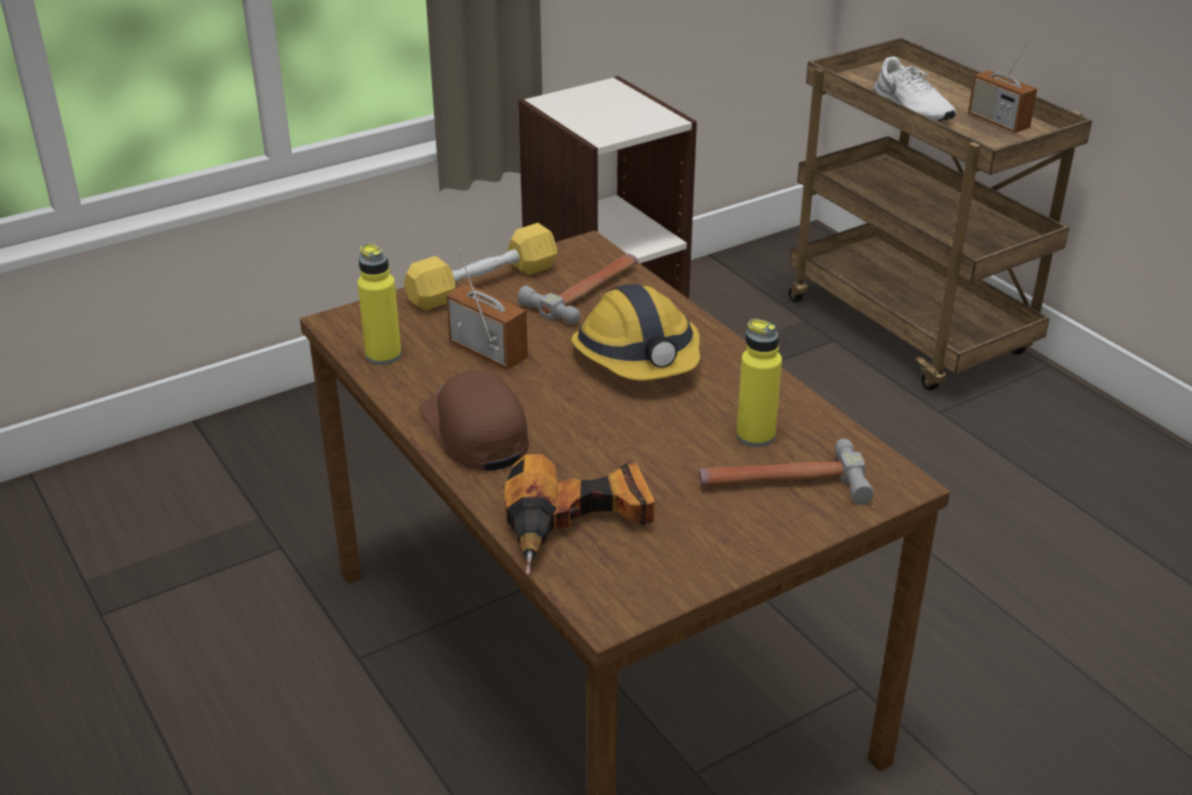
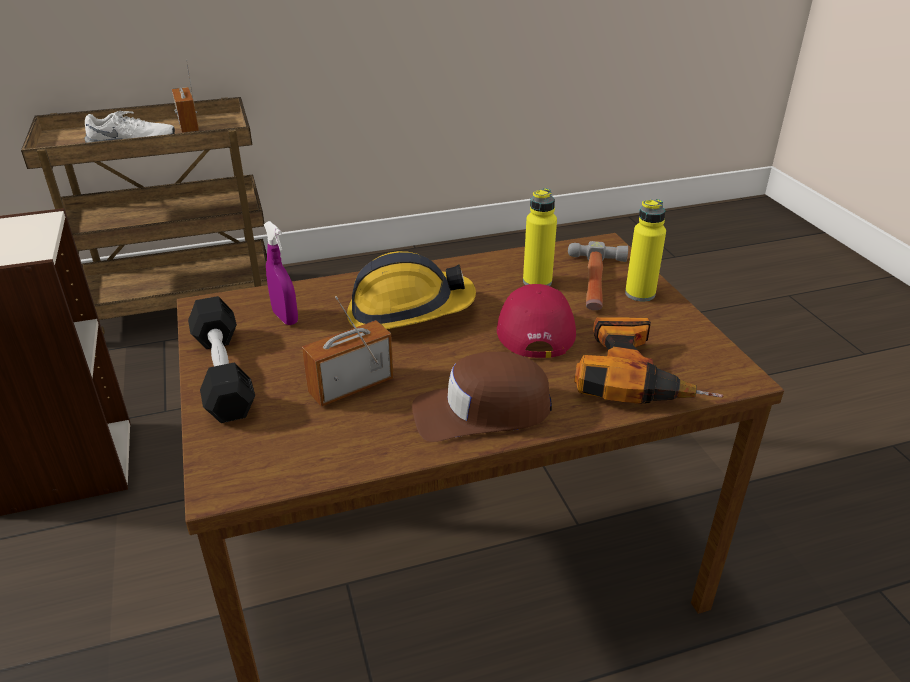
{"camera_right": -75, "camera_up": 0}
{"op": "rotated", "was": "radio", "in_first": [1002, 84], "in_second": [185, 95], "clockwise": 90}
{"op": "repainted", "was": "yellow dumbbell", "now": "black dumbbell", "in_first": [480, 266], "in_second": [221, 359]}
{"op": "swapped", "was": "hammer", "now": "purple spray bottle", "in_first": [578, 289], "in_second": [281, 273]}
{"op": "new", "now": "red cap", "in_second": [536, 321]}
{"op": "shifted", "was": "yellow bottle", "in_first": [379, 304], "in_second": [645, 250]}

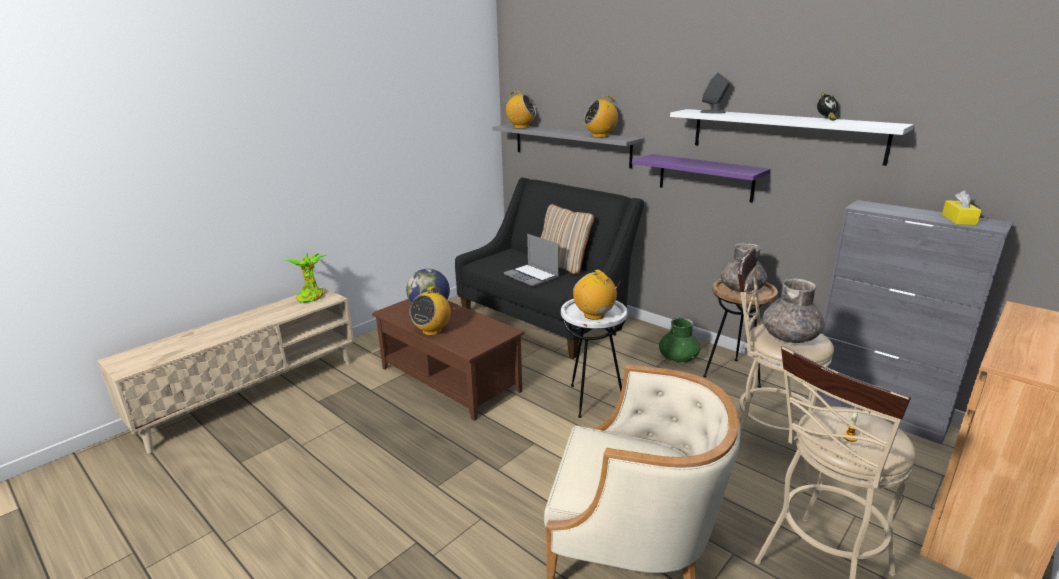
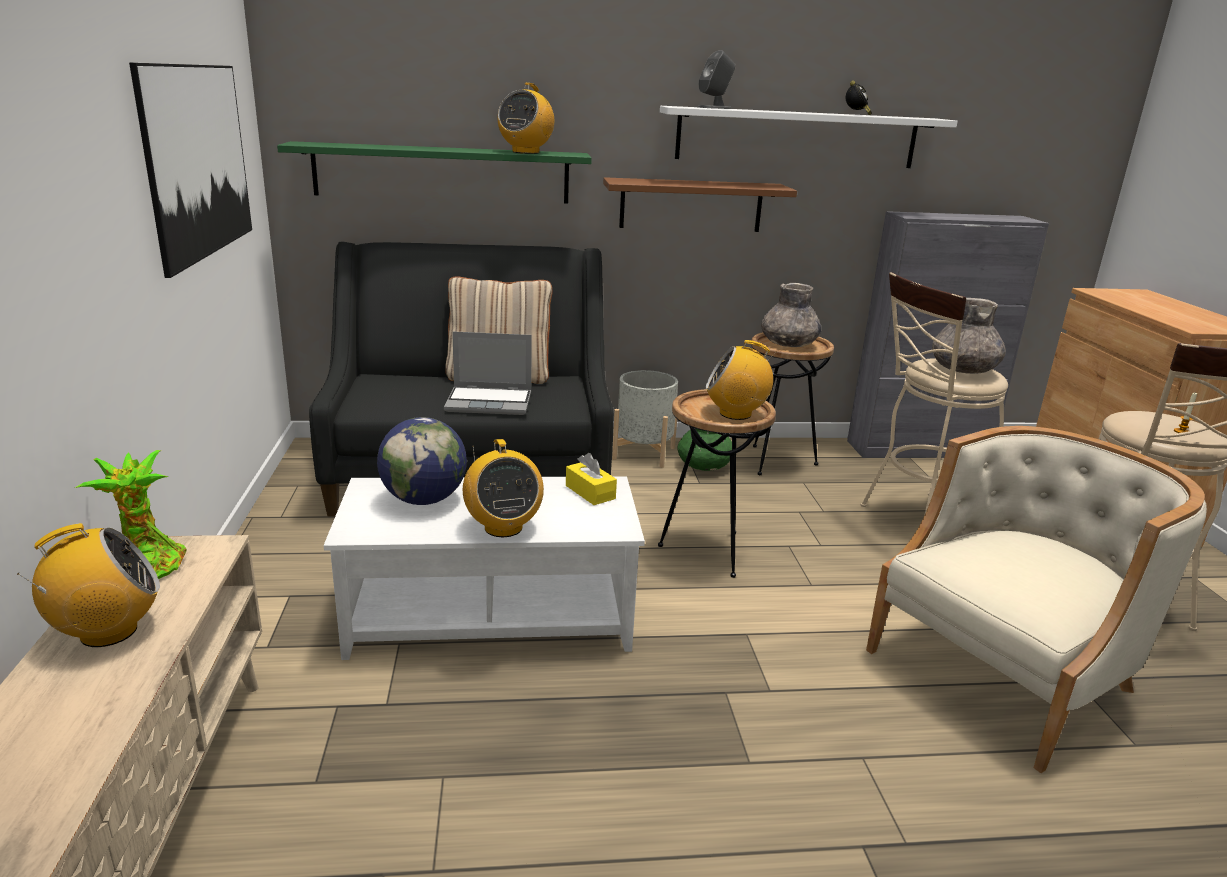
{"camera_right": -50, "camera_up": 0}
{"op": "shifted", "was": "radio", "in_first": [519, 110], "in_second": [88, 585]}
{"op": "new", "now": "picture", "in_second": [190, 170]}
{"op": "repainted", "was": "grey shelf", "now": "green shelf", "in_first": [567, 146], "in_second": [434, 172]}
{"op": "repainted", "was": "brown coffee table", "now": "white coffee table", "in_first": [448, 360], "in_second": [484, 568]}
{"op": "shifted", "was": "yellow tissue box", "in_first": [962, 207], "in_second": [591, 479]}
{"op": "repainted", "was": "purple shelf", "now": "brown shelf", "in_first": [701, 178], "in_second": [700, 204]}
{"op": "new", "now": "grey planter", "in_second": [645, 419]}
{"op": "repainted", "was": "white side table", "now": "brown side table", "in_first": [594, 358], "in_second": [717, 483]}

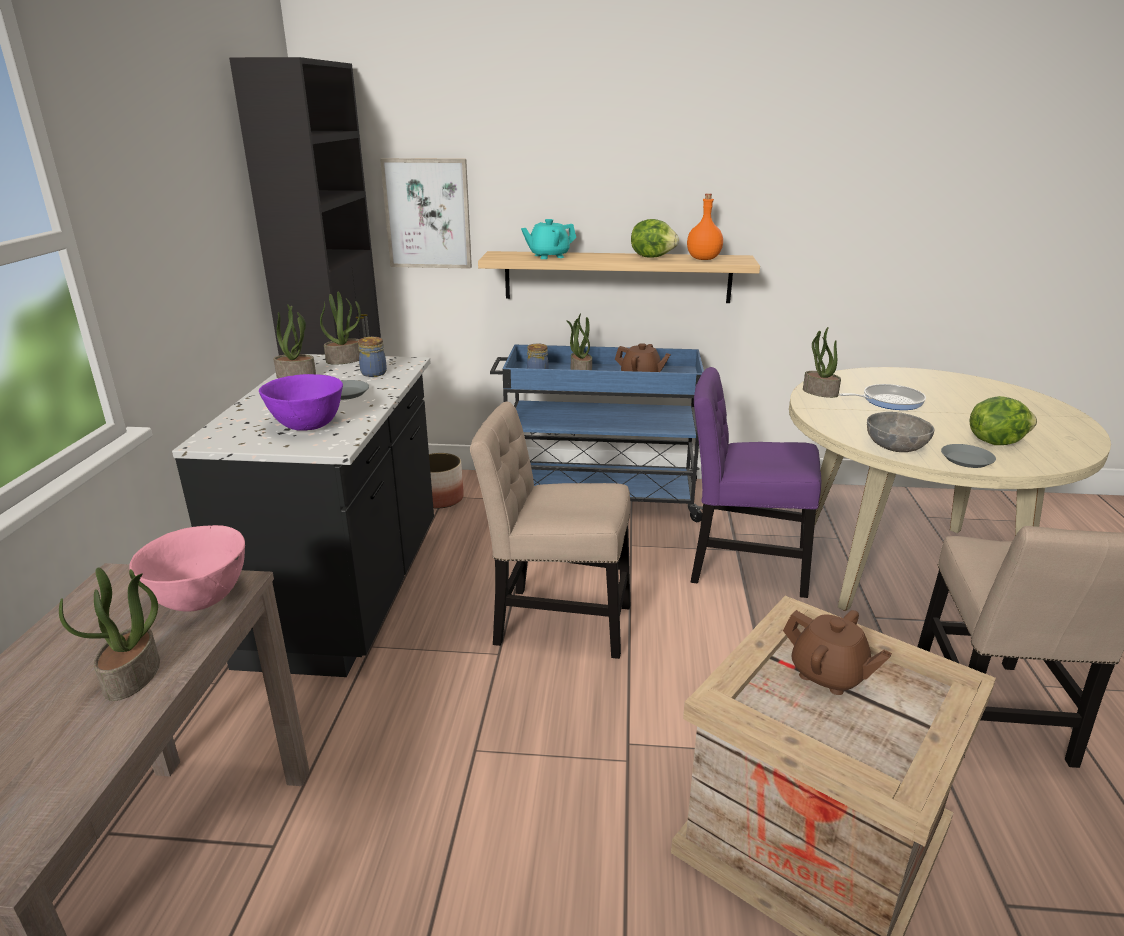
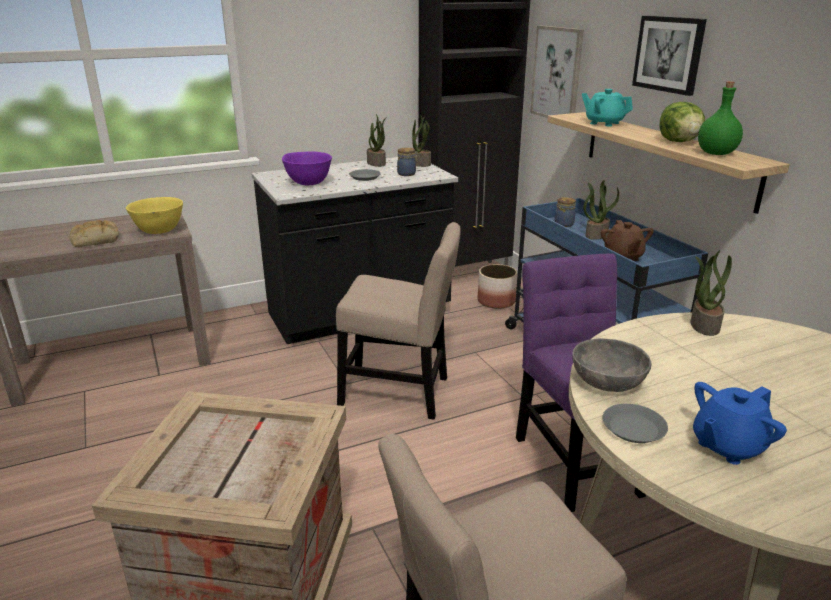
{"camera_right": 60, "camera_up": 0}
{"op": "swapped", "was": "potted plant", "now": "bread", "in_first": [109, 634], "in_second": [94, 233]}
{"op": "repainted", "was": "pink bowl", "now": "yellow bowl", "in_first": [187, 568], "in_second": [154, 215]}
{"op": "rotated", "was": "beige chair", "in_first": [550, 530], "in_second": [398, 321], "clockwise": 120}
{"op": "new", "now": "picture", "in_second": [669, 56]}
{"op": "swapped", "was": "lettuce", "now": "blue teapot", "in_first": [1003, 420], "in_second": [740, 423]}
{"op": "repainted", "was": "orange bottle", "now": "green bottle", "in_first": [705, 227], "in_second": [720, 118]}
{"op": "gone", "was": "brown teapot", "in_first": [837, 652]}
{"op": "gone", "was": "frying pan", "in_first": [882, 397]}

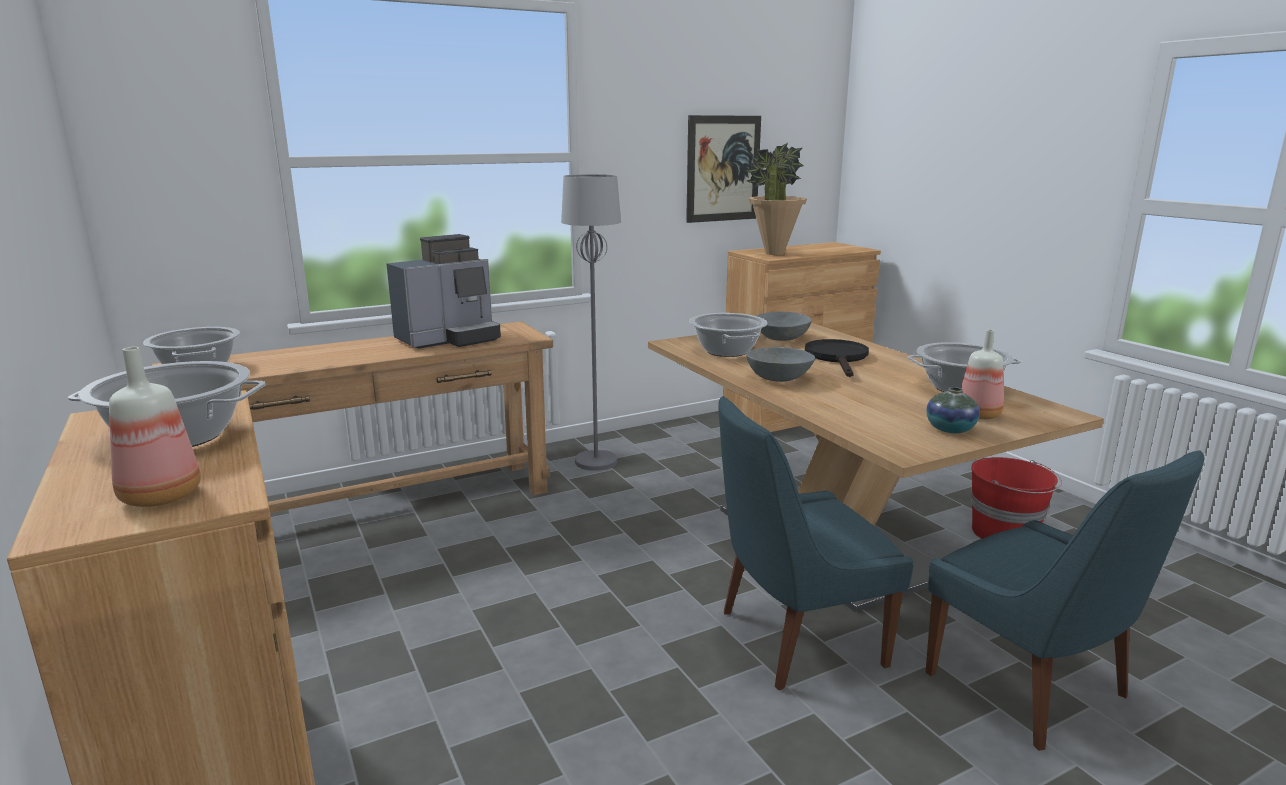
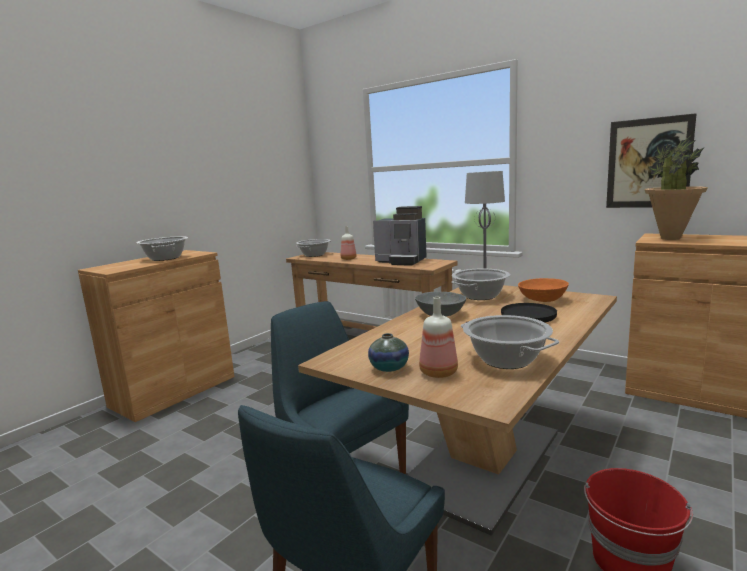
{"camera_right": 65, "camera_up": -5}
{"op": "shifted", "was": "bottle", "in_first": [155, 427], "in_second": [348, 243]}
{"op": "repainted", "was": "grey bowl", "now": "orange bowl", "in_first": [784, 326], "in_second": [543, 290]}

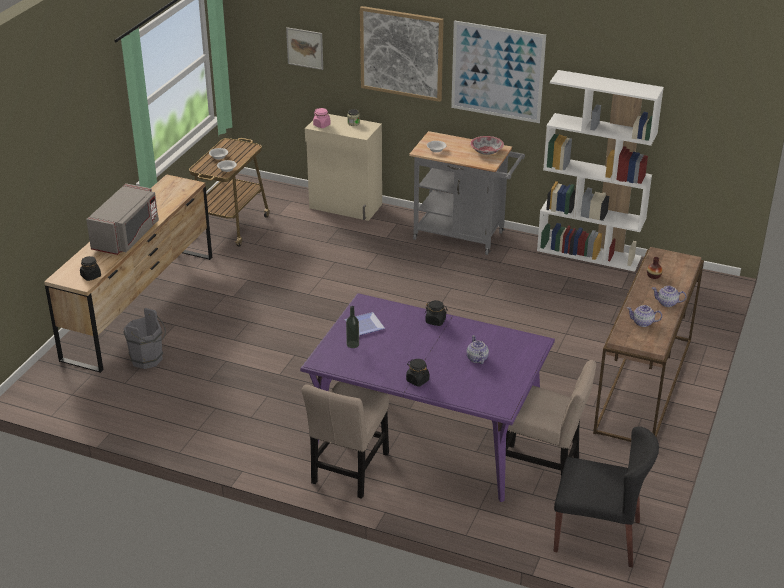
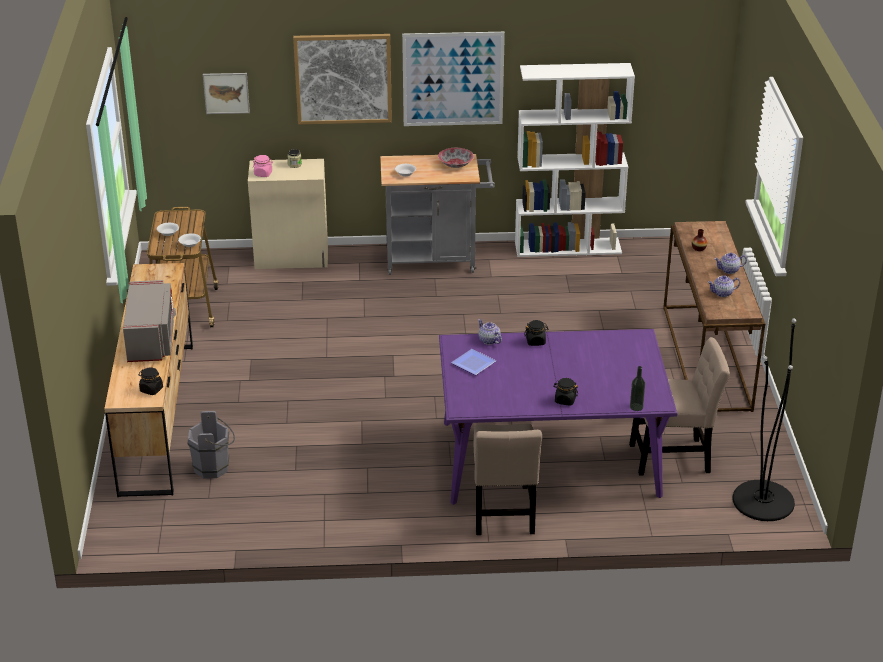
{"camera_right": -25, "camera_up": 0}
{"op": "shifted", "was": "teapot", "in_first": [477, 349], "in_second": [490, 332]}
{"op": "shifted", "was": "bottle", "in_first": [352, 327], "in_second": [637, 388]}
{"op": "swapped", "was": "black chair", "now": "black floor lamp", "in_first": [606, 497], "in_second": [764, 419]}

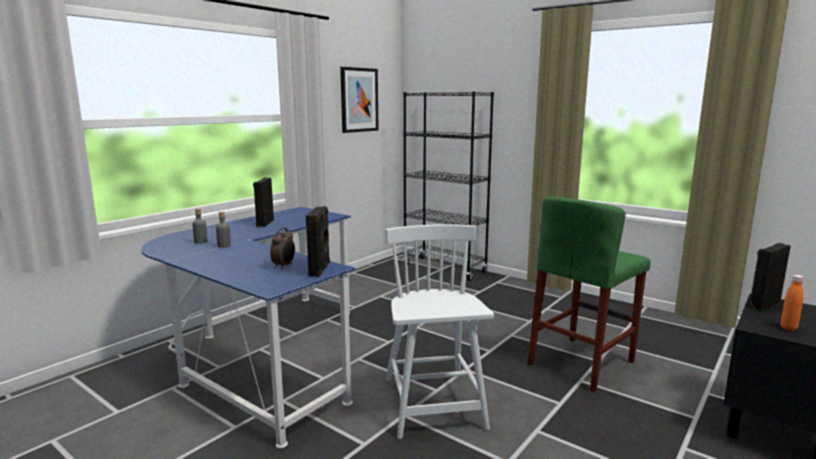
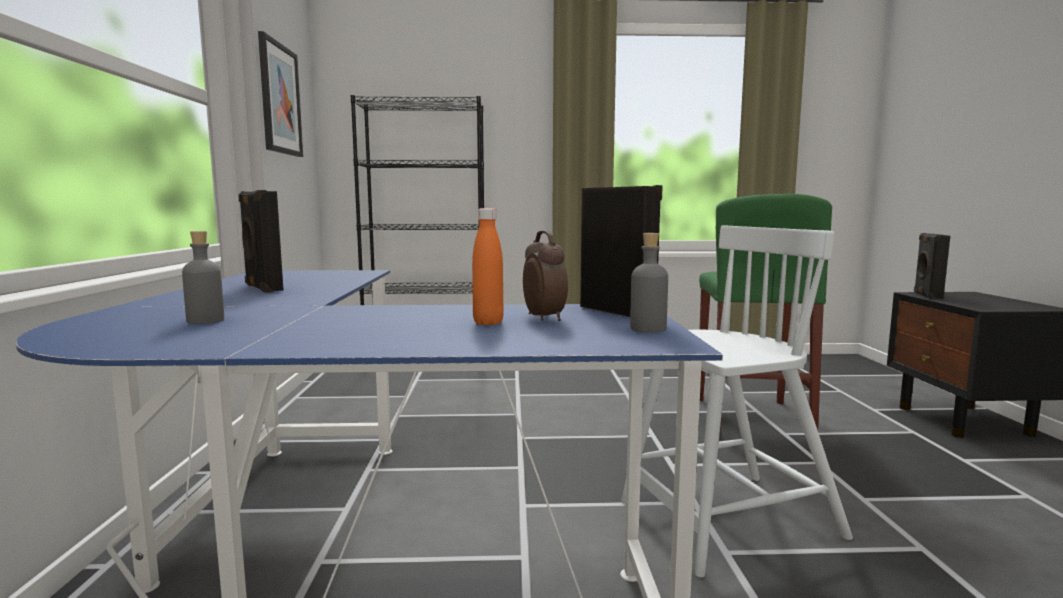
{"camera_right": -40, "camera_up": -5}
{"op": "shifted", "was": "orange bottle", "in_first": [792, 303], "in_second": [488, 266]}
{"op": "rotated", "was": "white chair", "in_first": [439, 331], "in_second": [737, 402], "clockwise": 120}
{"op": "shifted", "was": "grey bottle", "in_first": [223, 230], "in_second": [649, 283]}

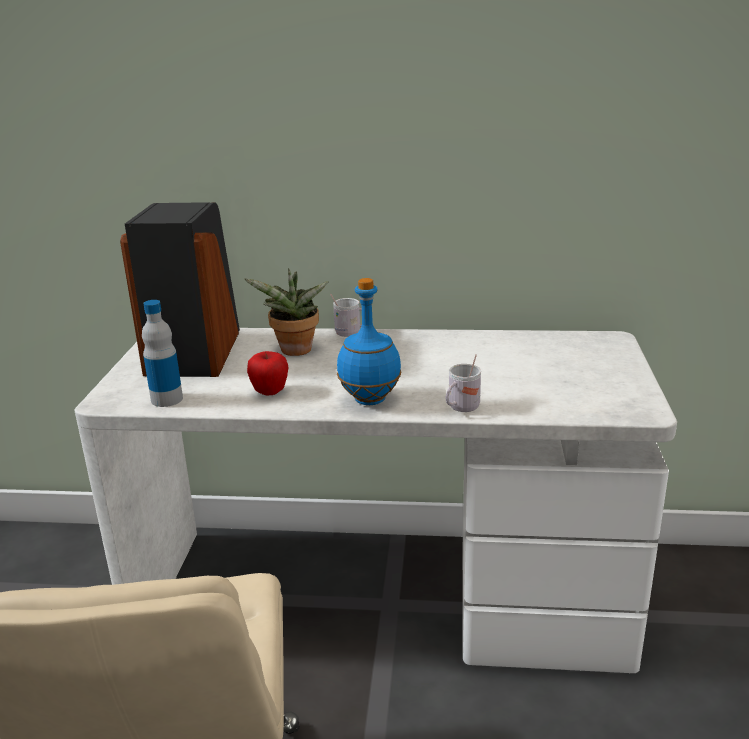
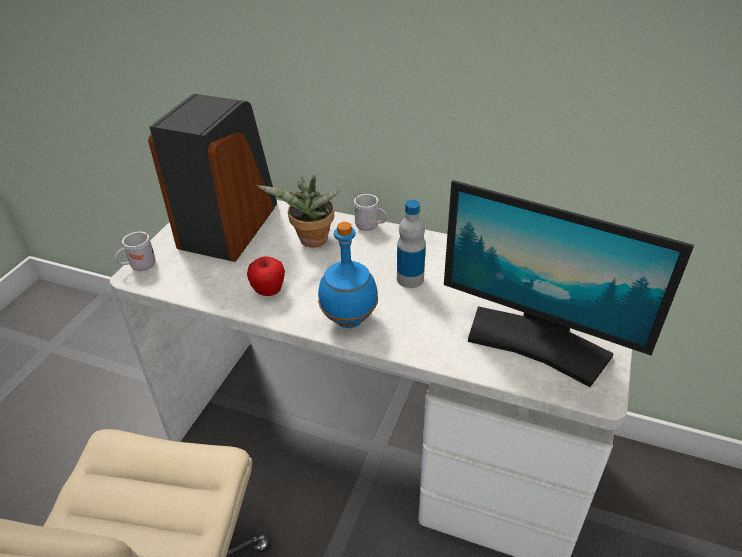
{"camera_right": 15, "camera_up": 15}
{"op": "shifted", "was": "white mug", "in_first": [463, 383], "in_second": [135, 249]}
{"op": "shifted", "was": "bottle", "in_first": [162, 353], "in_second": [411, 244]}
{"op": "new", "now": "monitor", "in_second": [569, 283]}

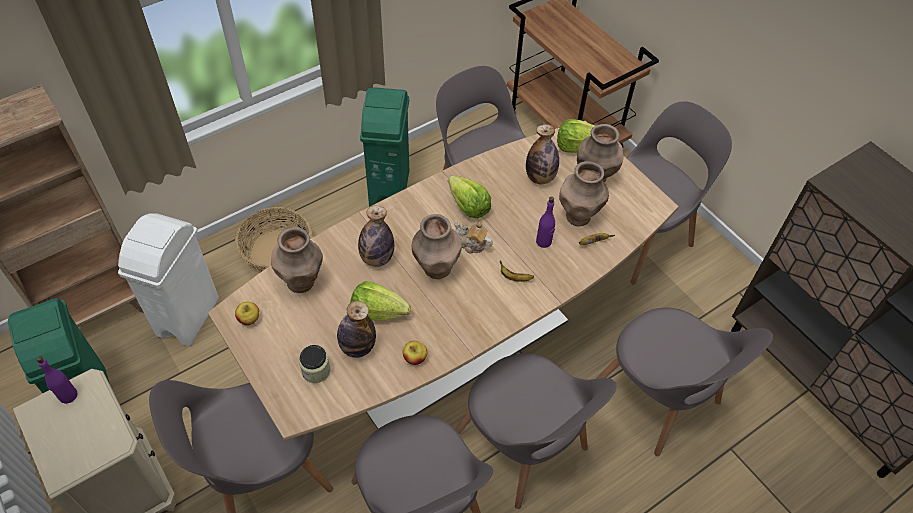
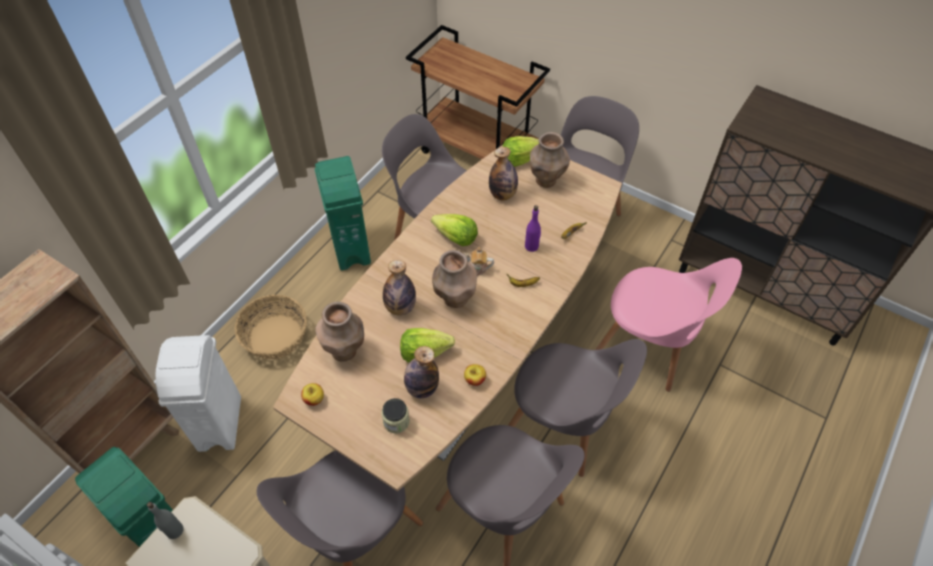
{"camera_right": -20, "camera_up": 0}
{"op": "repainted", "was": "purple bottle", "now": "grey bottle", "in_first": [57, 380], "in_second": [165, 520]}
{"op": "repainted", "was": "grey chair", "now": "pink chair", "in_first": [684, 382], "in_second": [668, 325]}
{"op": "gone", "was": "brown vase", "in_first": [584, 193]}

